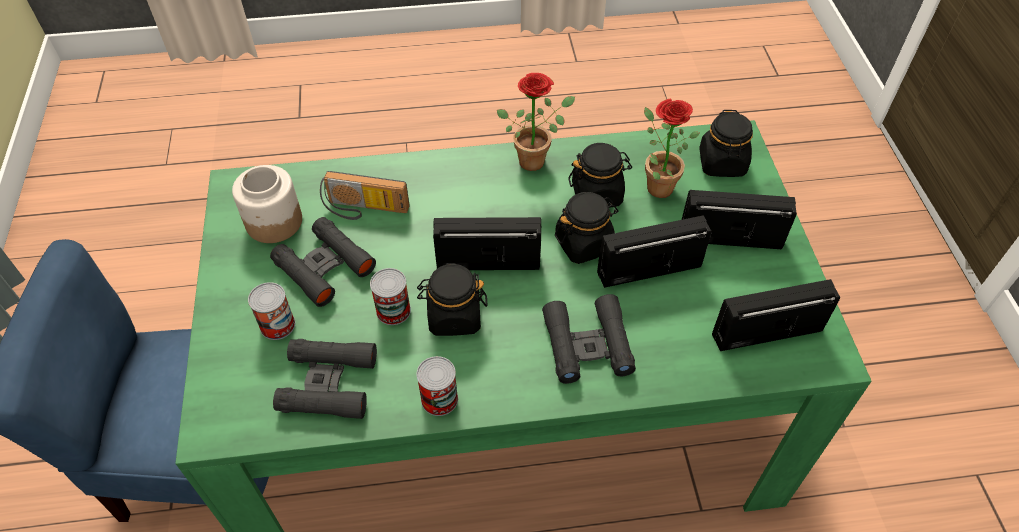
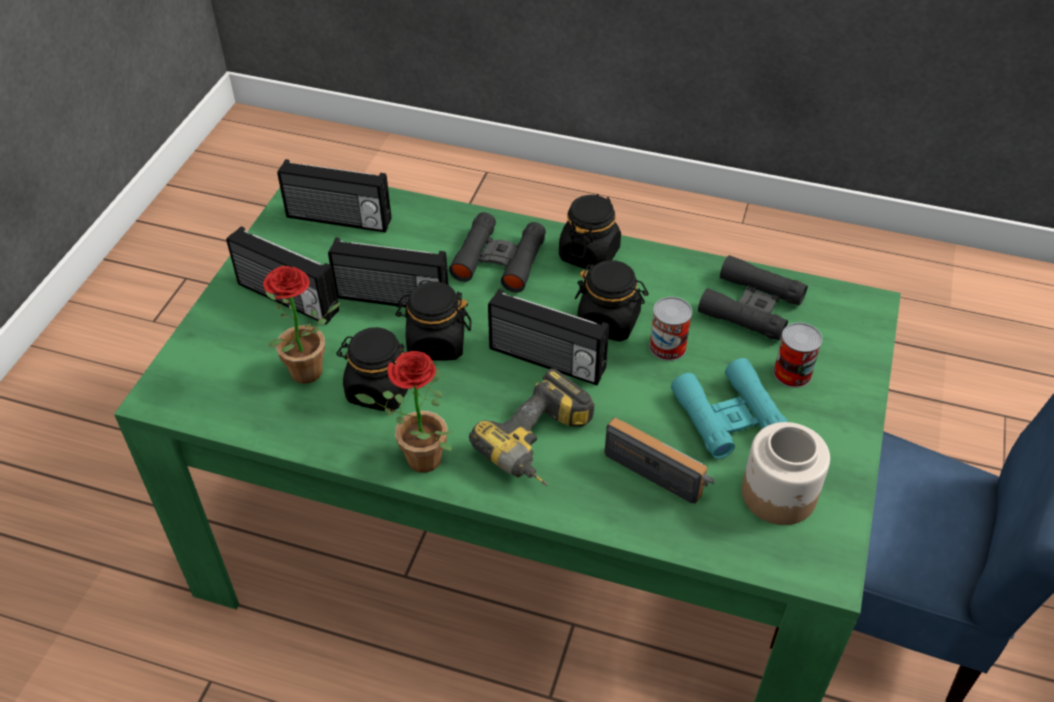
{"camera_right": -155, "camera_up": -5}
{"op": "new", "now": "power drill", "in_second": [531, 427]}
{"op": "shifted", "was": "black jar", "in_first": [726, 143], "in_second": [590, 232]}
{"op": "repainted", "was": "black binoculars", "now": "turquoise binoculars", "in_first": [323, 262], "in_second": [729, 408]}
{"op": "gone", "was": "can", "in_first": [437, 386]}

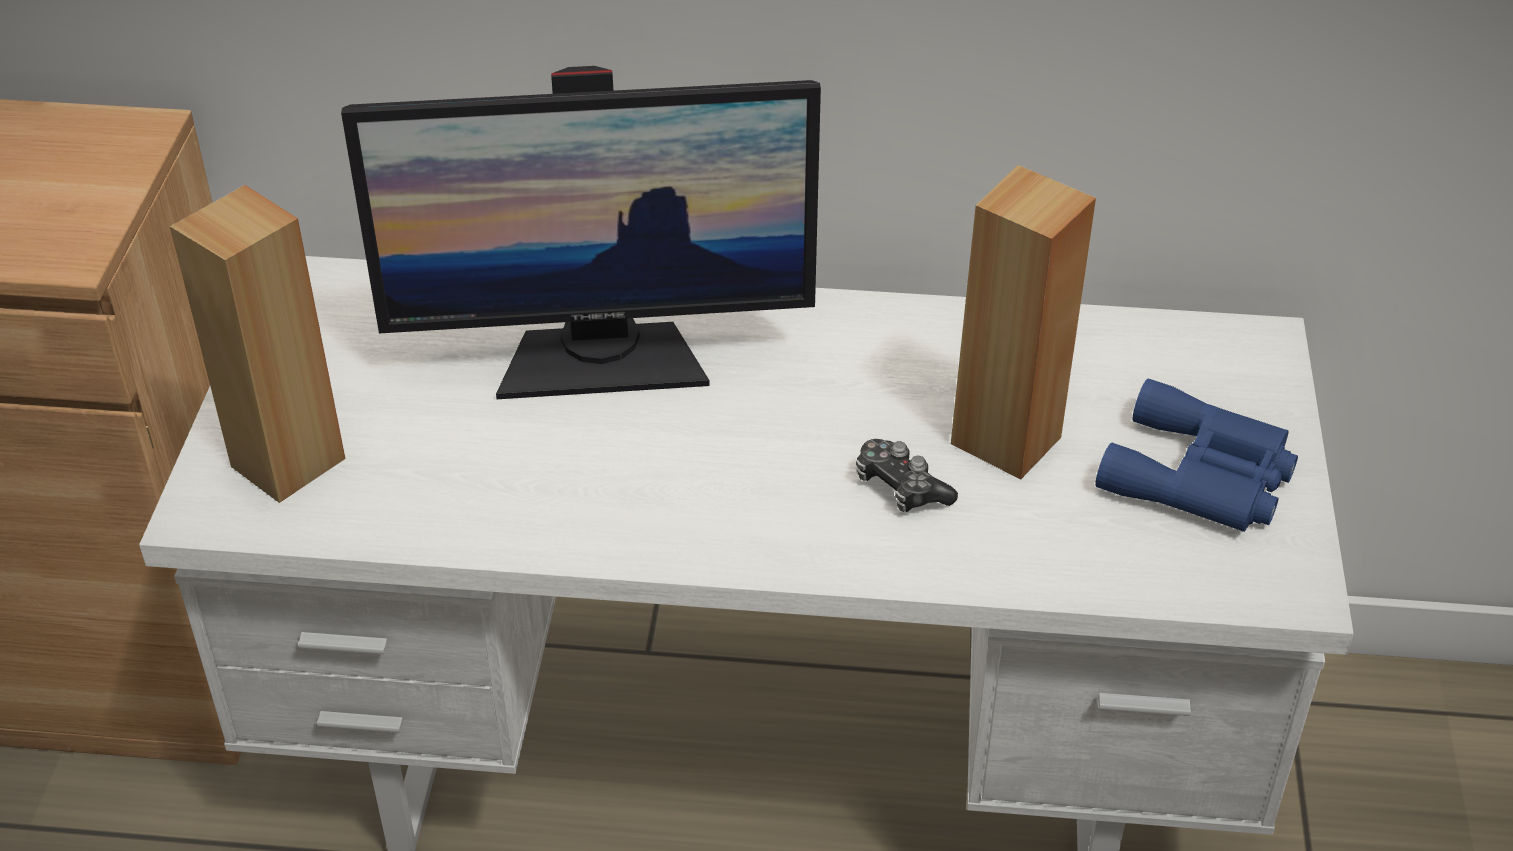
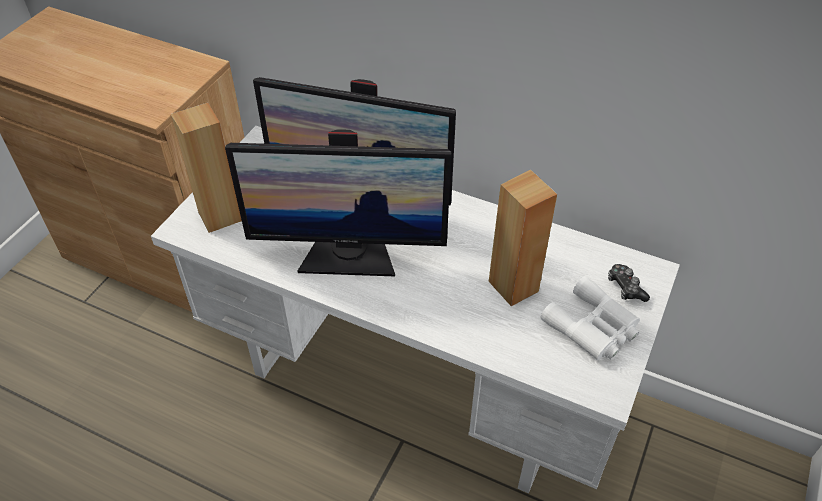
{"camera_right": 20, "camera_up": 5}
{"op": "new", "now": "monitor", "in_second": [338, 202]}
{"op": "repainted", "was": "blue binoculars", "now": "white binoculars", "in_first": [1196, 455], "in_second": [590, 318]}
{"op": "shifted", "was": "game controller", "in_first": [907, 475], "in_second": [629, 283]}

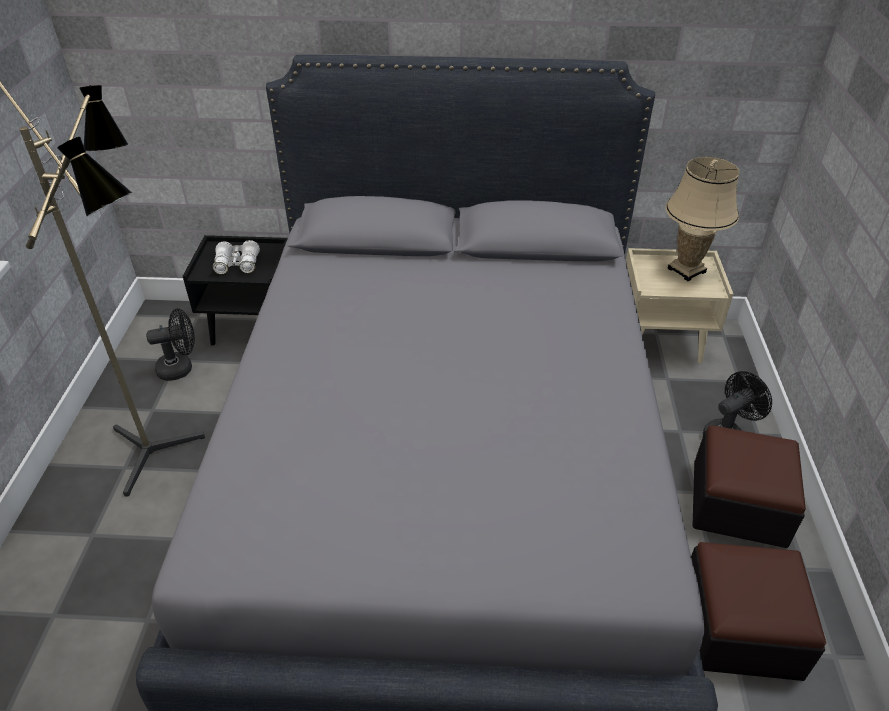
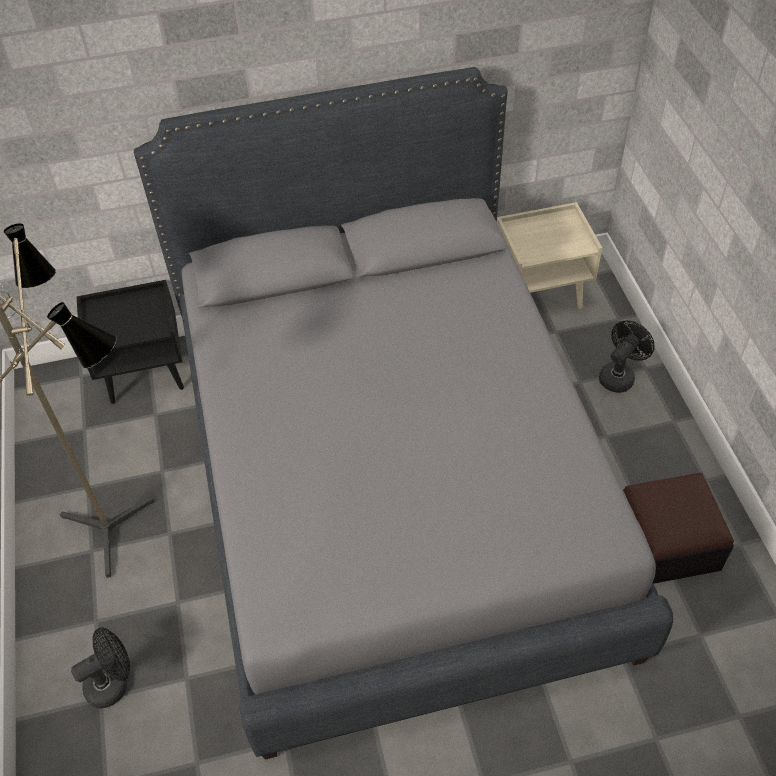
{"camera_right": -15, "camera_up": 10}
{"op": "shifted", "was": "black fan", "in_first": [170, 345], "in_second": [100, 667]}
{"op": "gone", "was": "white binoculars", "in_first": [236, 257]}
{"op": "gone", "was": "beige table lamp", "in_first": [702, 219]}
{"op": "gone", "was": "ottoman", "in_first": [749, 486]}

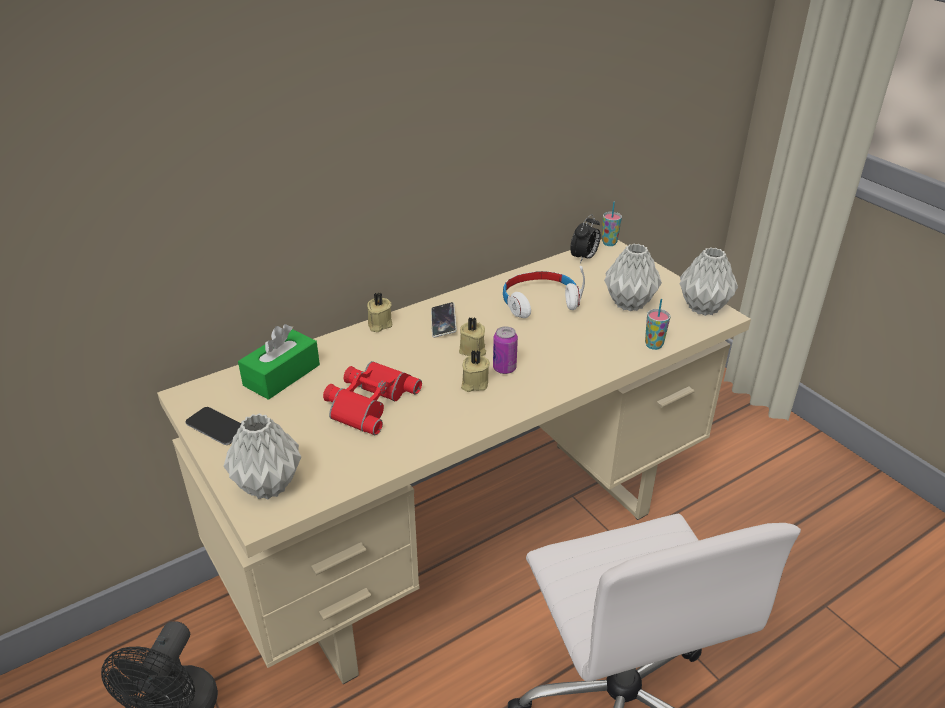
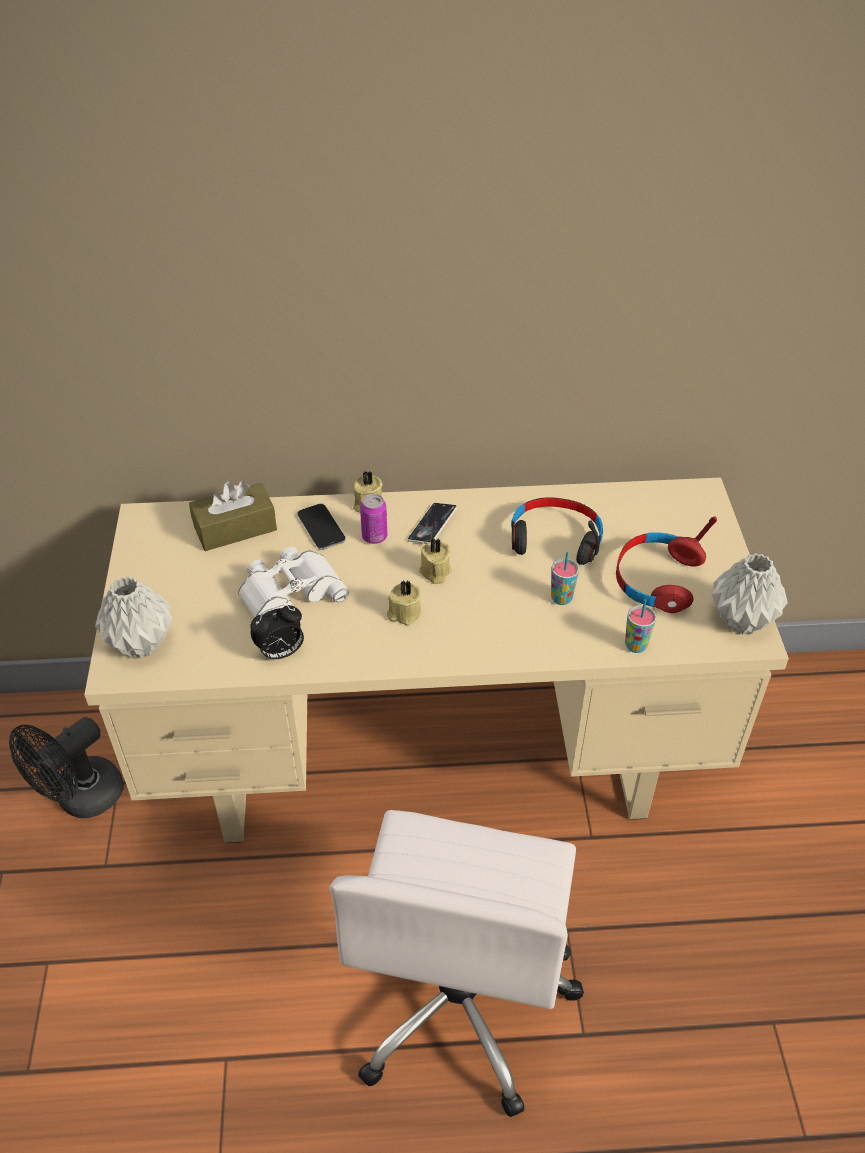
{"camera_right": 30, "camera_up": 10}
{"op": "repainted", "was": "green tissue box", "now": "brown tissue box", "in_first": [279, 362], "in_second": [233, 516]}
{"op": "repainted", "was": "red binoculars", "now": "white binoculars", "in_first": [372, 398], "in_second": [293, 582]}
{"op": "shifted", "was": "alarm clock", "in_first": [585, 239], "in_second": [277, 632]}
{"op": "shifted", "was": "phone", "in_first": [213, 426], "in_second": [321, 527]}
{"op": "shifted", "was": "can", "in_first": [505, 350], "in_second": [373, 519]}
{"op": "repainted", "was": "white headphones", "now": "black headphones", "in_first": [544, 292], "in_second": [557, 531]}
{"op": "shifted", "was": "cup", "in_first": [612, 224], "in_second": [565, 578]}
{"op": "swapped", "was": "grey vase", "now": "red headphones", "in_first": [633, 277], "in_second": [666, 564]}

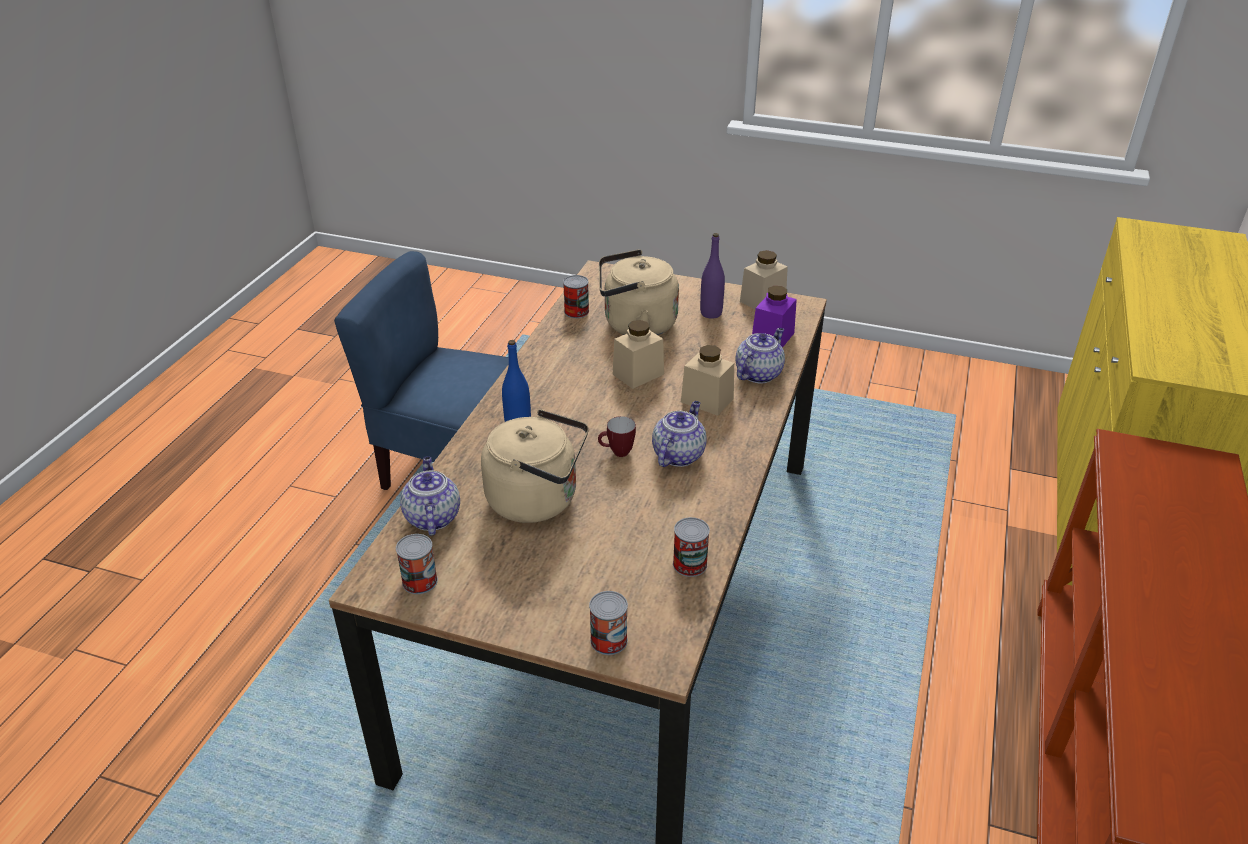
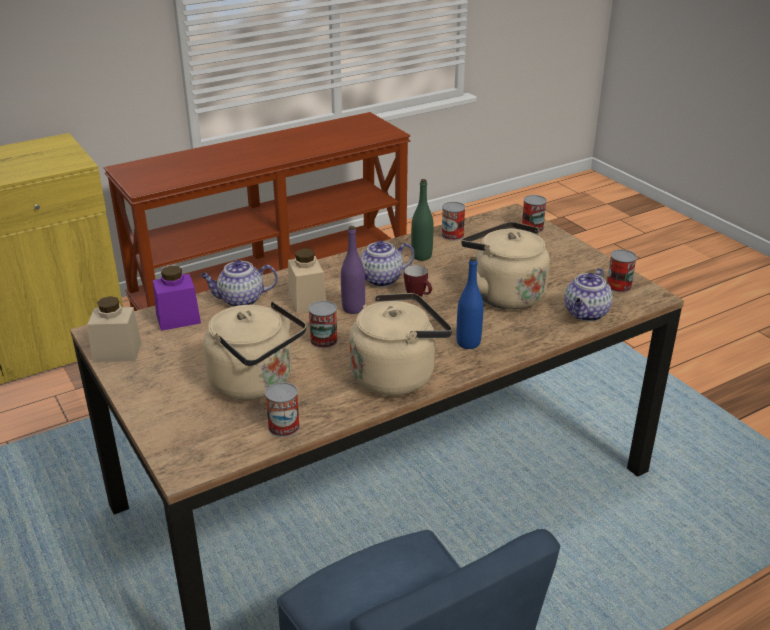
{"camera_right": -140, "camera_up": -5}
{"op": "swapped", "was": "beige jar", "now": "can", "in_first": [638, 354], "in_second": [323, 324]}
{"op": "shifted", "was": "purple bottle", "in_first": [712, 276], "in_second": [353, 270]}
{"op": "new", "now": "beige kettle", "in_second": [401, 344]}
{"op": "new", "now": "green bottle", "in_second": [422, 220]}

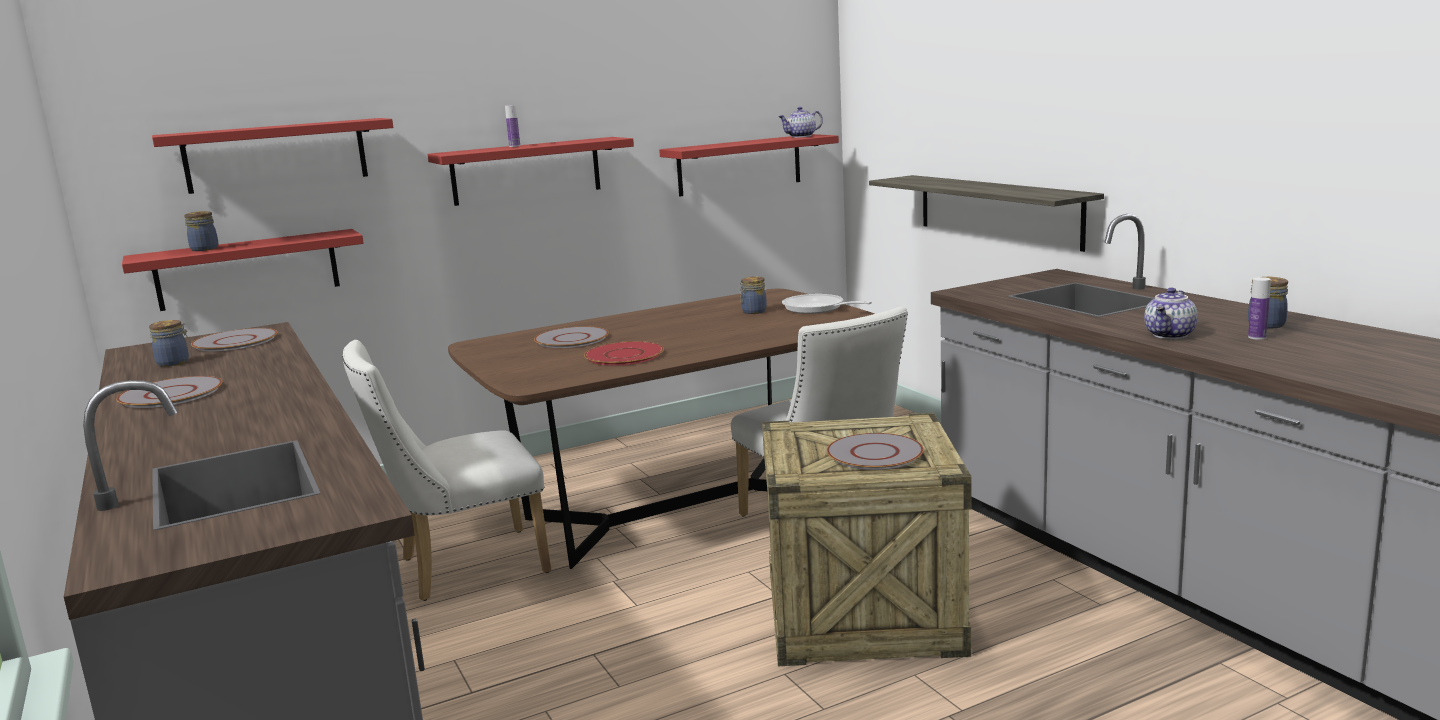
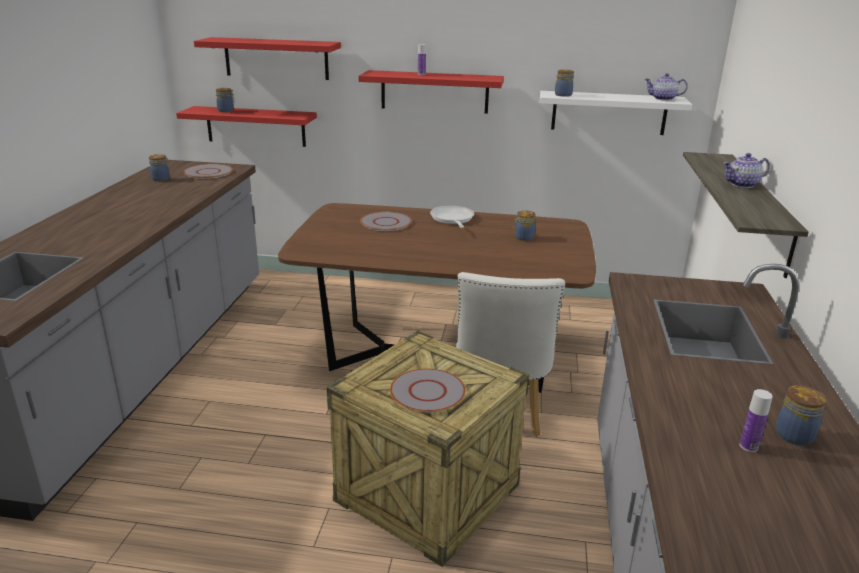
{"camera_right": 35, "camera_up": 10}
{"op": "shifted", "was": "frying pan", "in_first": [827, 304], "in_second": [452, 217]}
{"op": "repainted", "was": "red shelf", "now": "white shelf", "in_first": [749, 165], "in_second": [616, 113]}
{"op": "new", "now": "jar", "in_second": [564, 83]}
{"op": "shifted", "was": "teapot", "in_first": [1171, 313], "in_second": [747, 170]}
{"op": "gone", "was": "grey plate", "in_first": [169, 392]}
{"op": "gone", "was": "white chair", "in_first": [447, 470]}
{"op": "gone", "was": "red plate", "in_first": [624, 353]}

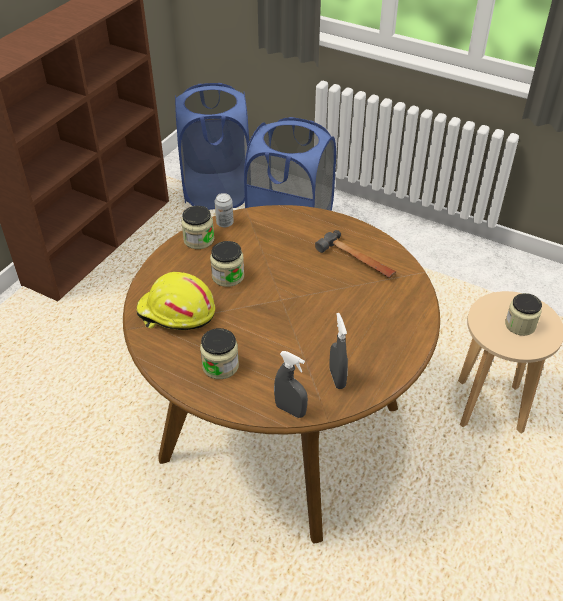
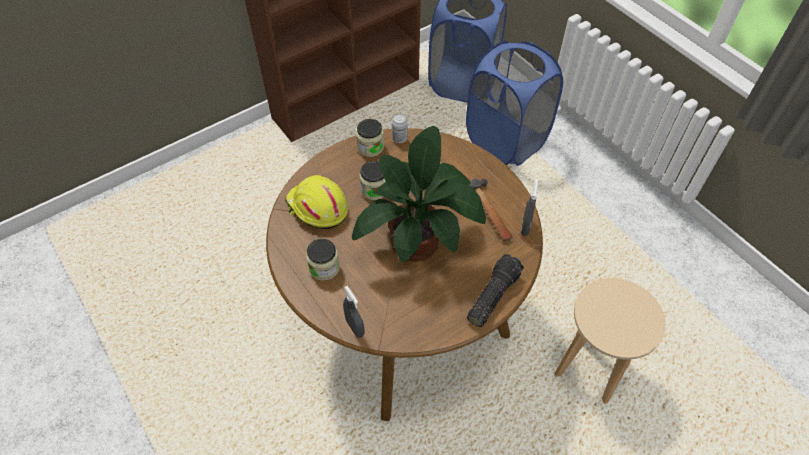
{"camera_right": 25, "camera_up": 10}
{"op": "new", "now": "potted plant", "in_second": [419, 194]}
{"op": "new", "now": "flashlight", "in_second": [495, 290]}
{"op": "shifted", "was": "grey spray bottle", "in_first": [338, 351], "in_second": [529, 207]}
{"op": "gone", "was": "jar", "in_first": [523, 314]}

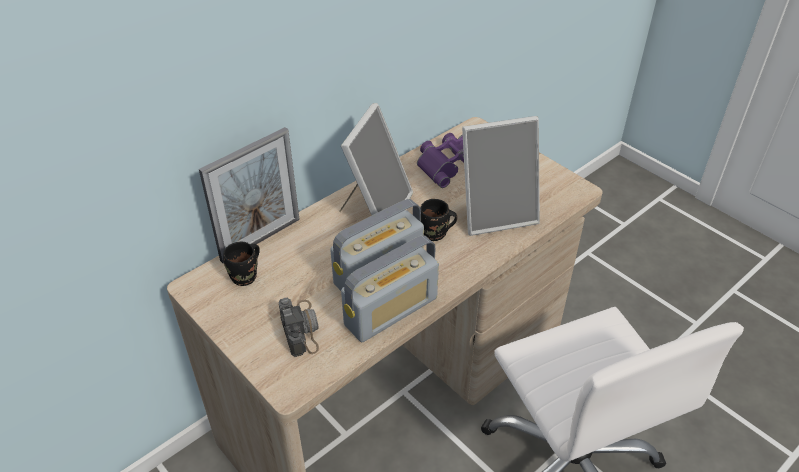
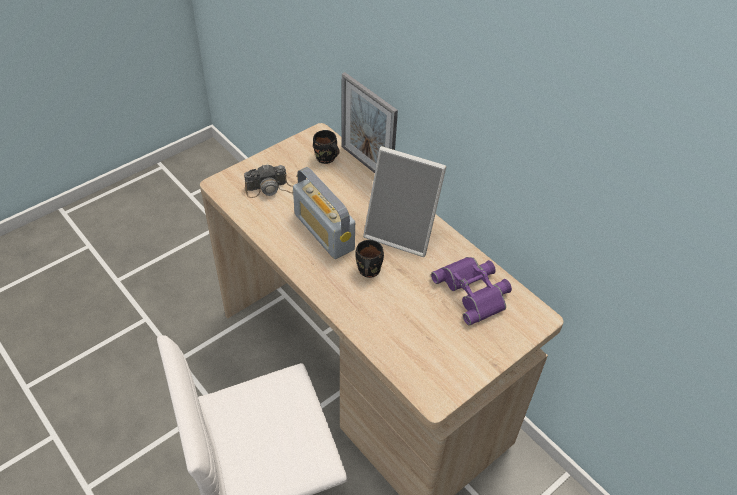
{"camera_right": 90, "camera_up": 5}
{"op": "gone", "was": "radio", "in_first": [390, 288]}
{"op": "gone", "was": "picture frame", "in_first": [501, 176]}

